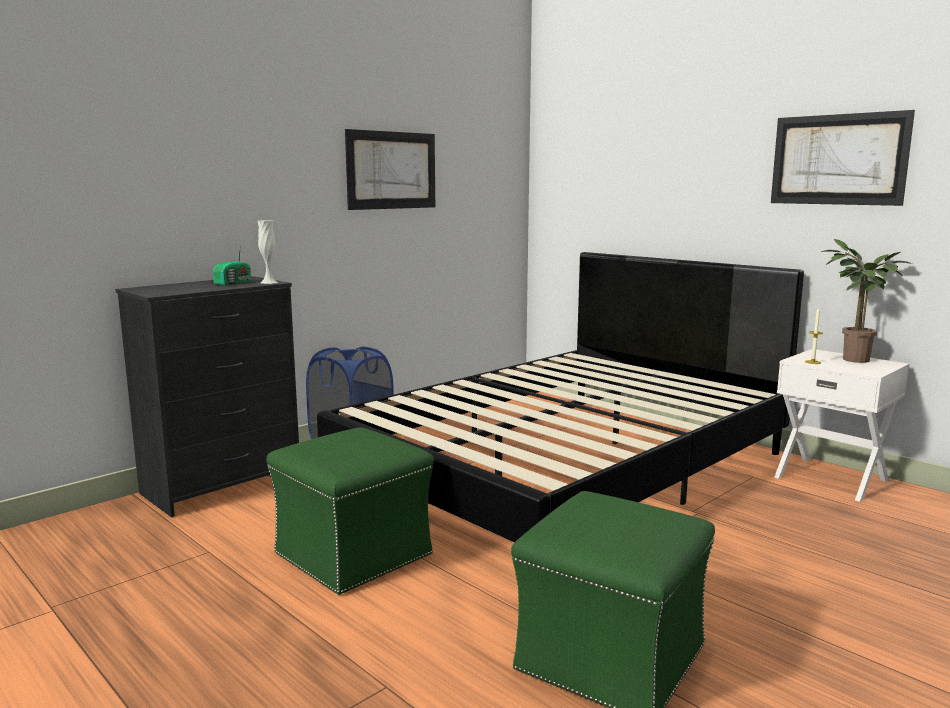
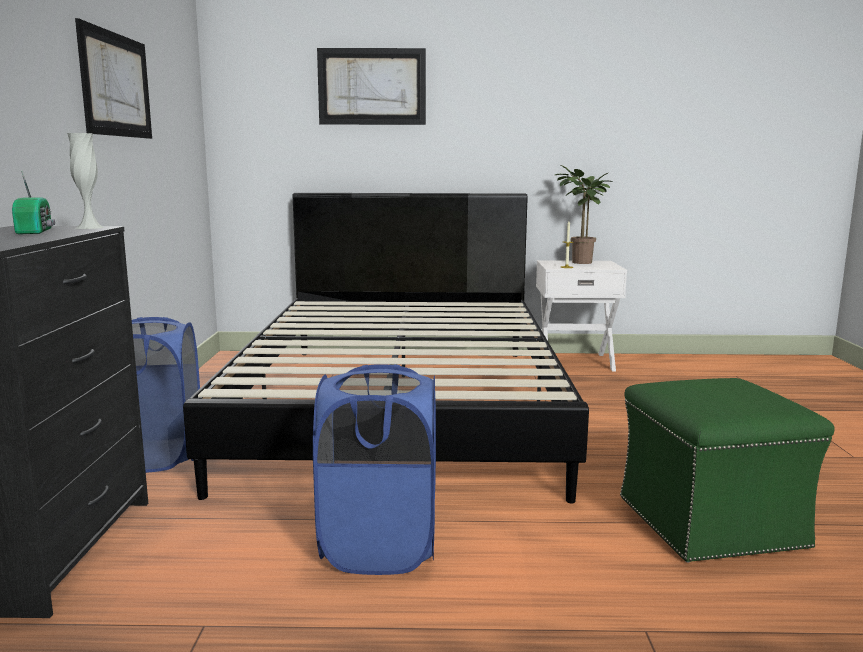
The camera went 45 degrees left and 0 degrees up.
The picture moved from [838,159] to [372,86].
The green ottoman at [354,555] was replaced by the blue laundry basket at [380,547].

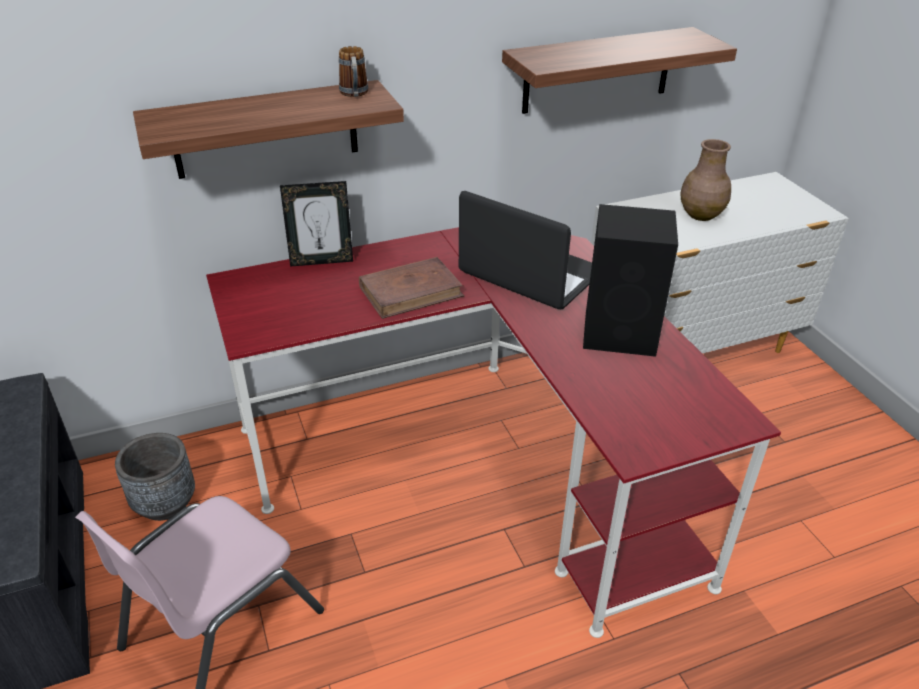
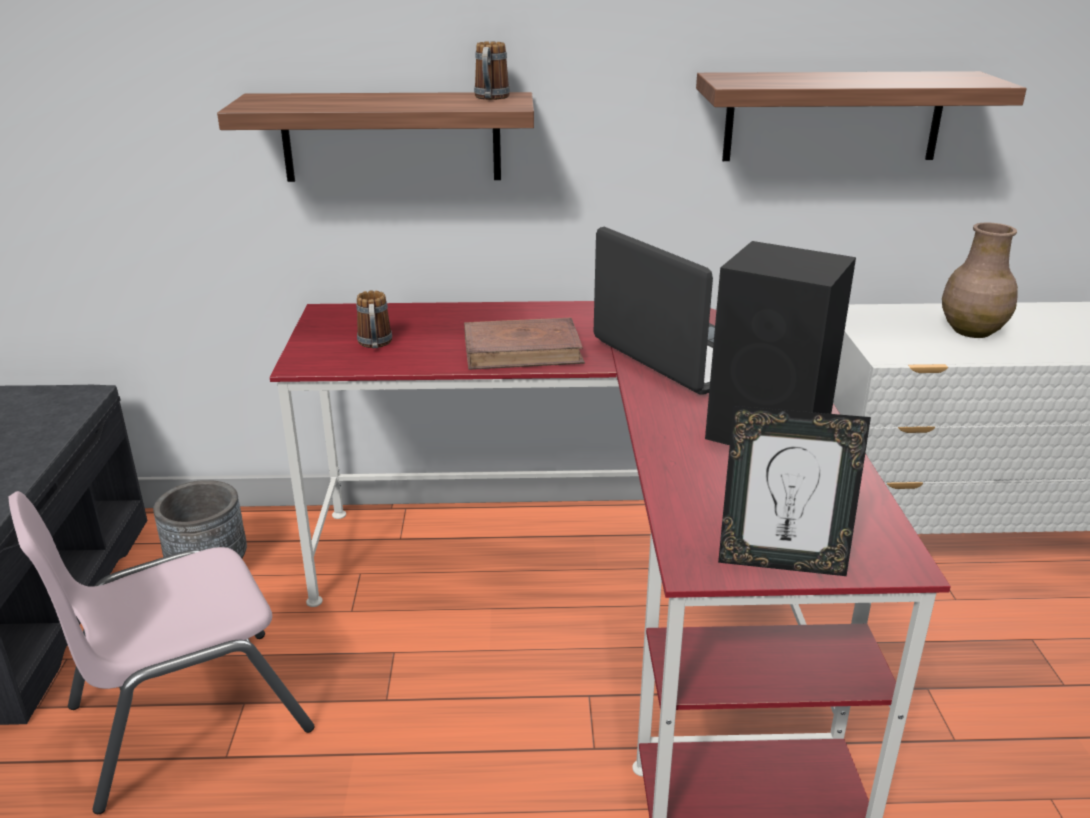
The camera went 20 degrees right and 10 degrees down.
The picture frame moved from [321,261] to [781,563].
The mug at [375,344] appeared.

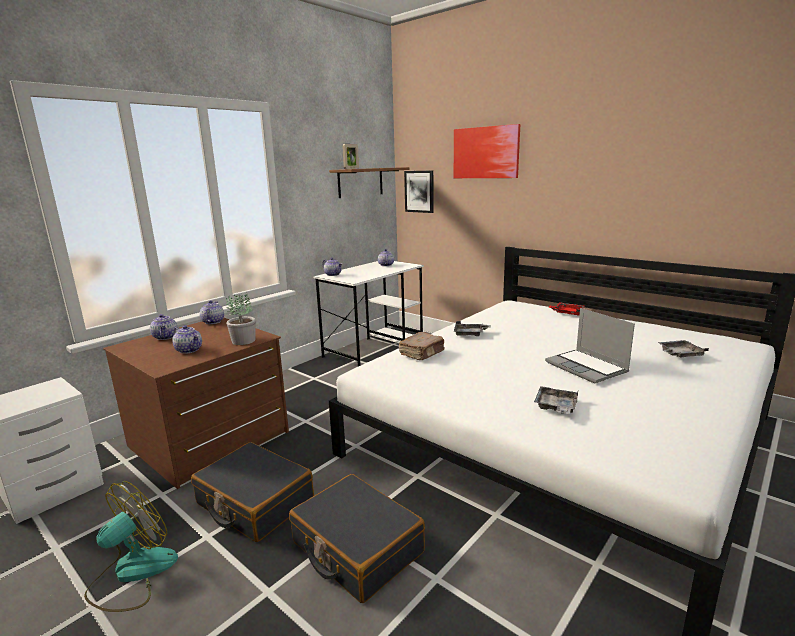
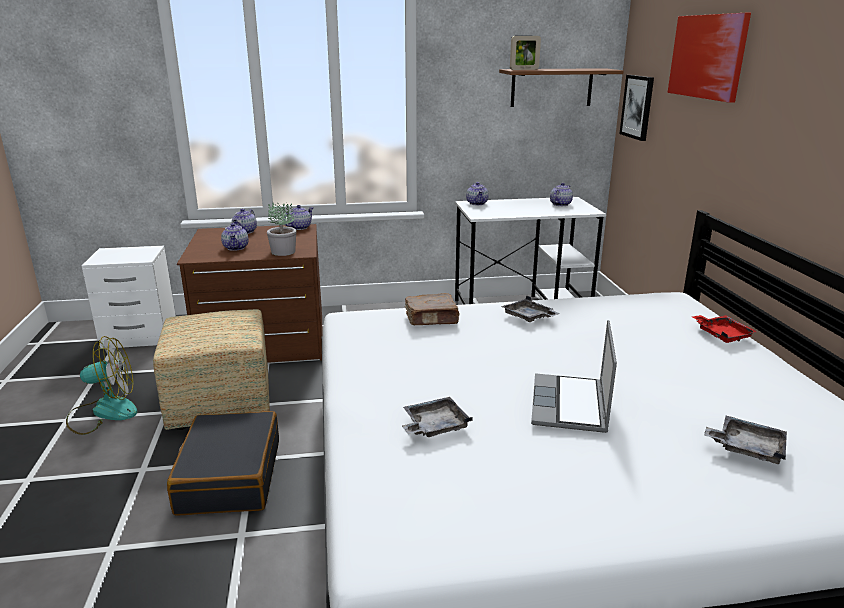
The camera went 40 degrees right and 5 degrees up.
The black suitcase at [254,502] was replaced by the ottoman at [221,404].

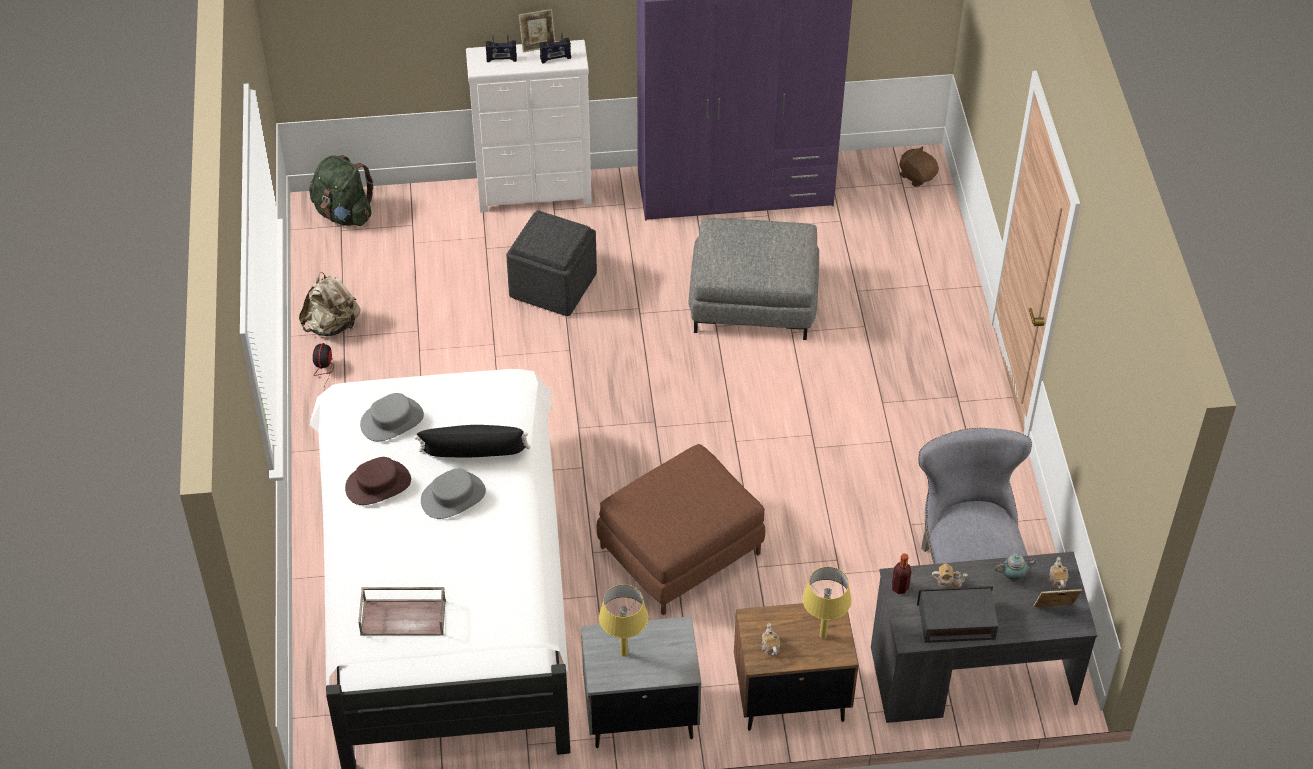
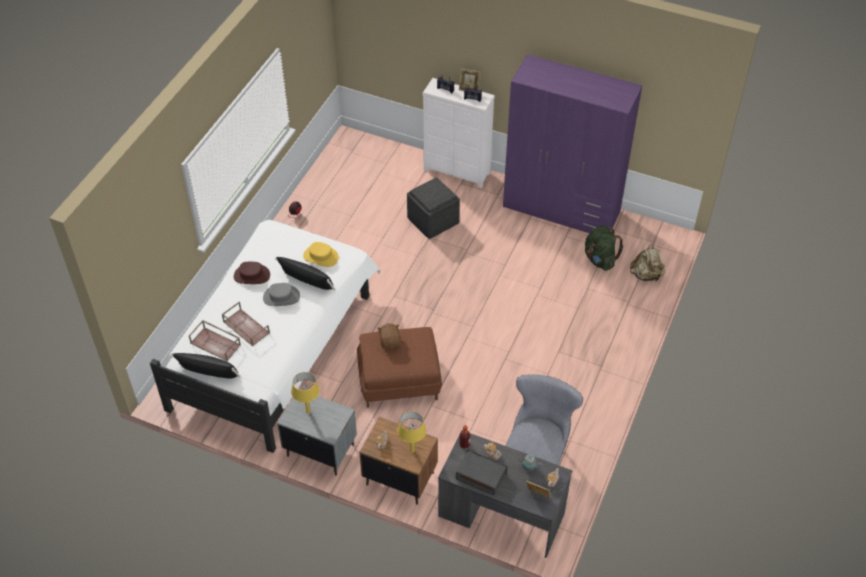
The camera went 30 degrees right and 0 degrees up.
The brown plush toy moved from [917,176] to [390,342].
The green backpack moved from [344,214] to [600,259].
The grey ottoman at [752,301] disappeared.
The beige backpack moved from [332,325] to [646,275].
The grey hat at [392,421] disappeared.
The yellow hat at [321,257] appeared.
The brown tray at [245,327] appeared.
The black pillow at [208,372] appeared.

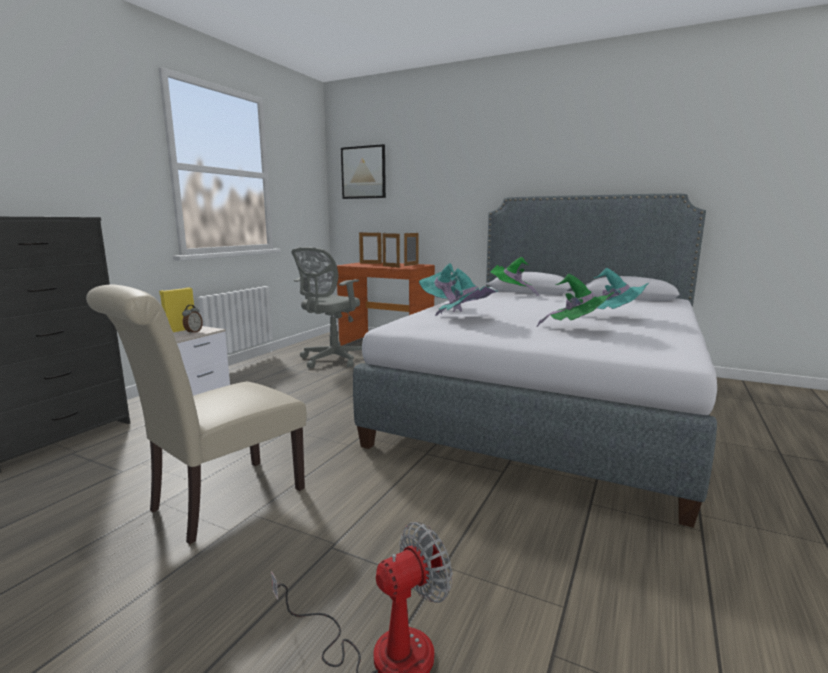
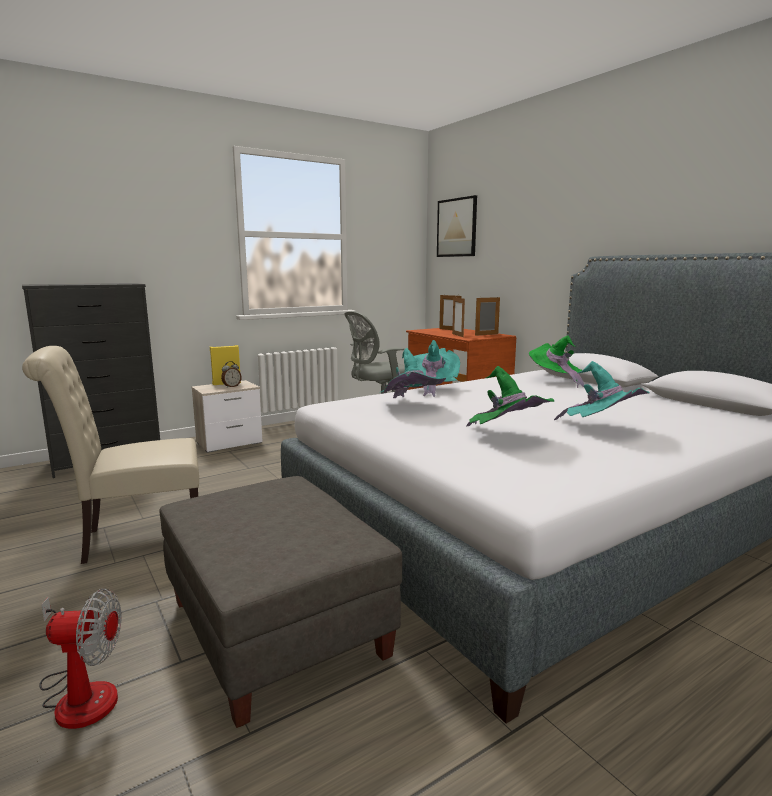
The camera went 30 degrees right and 0 degrees up.
The grey ottoman at [276,629] appeared.

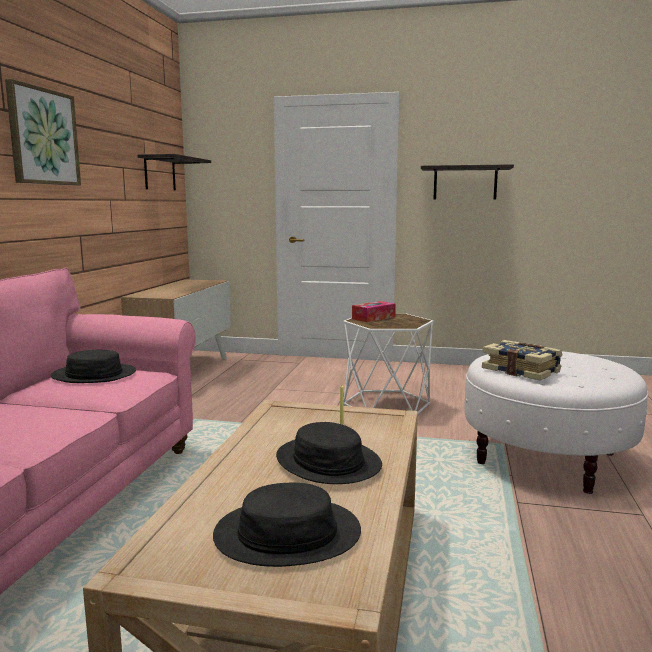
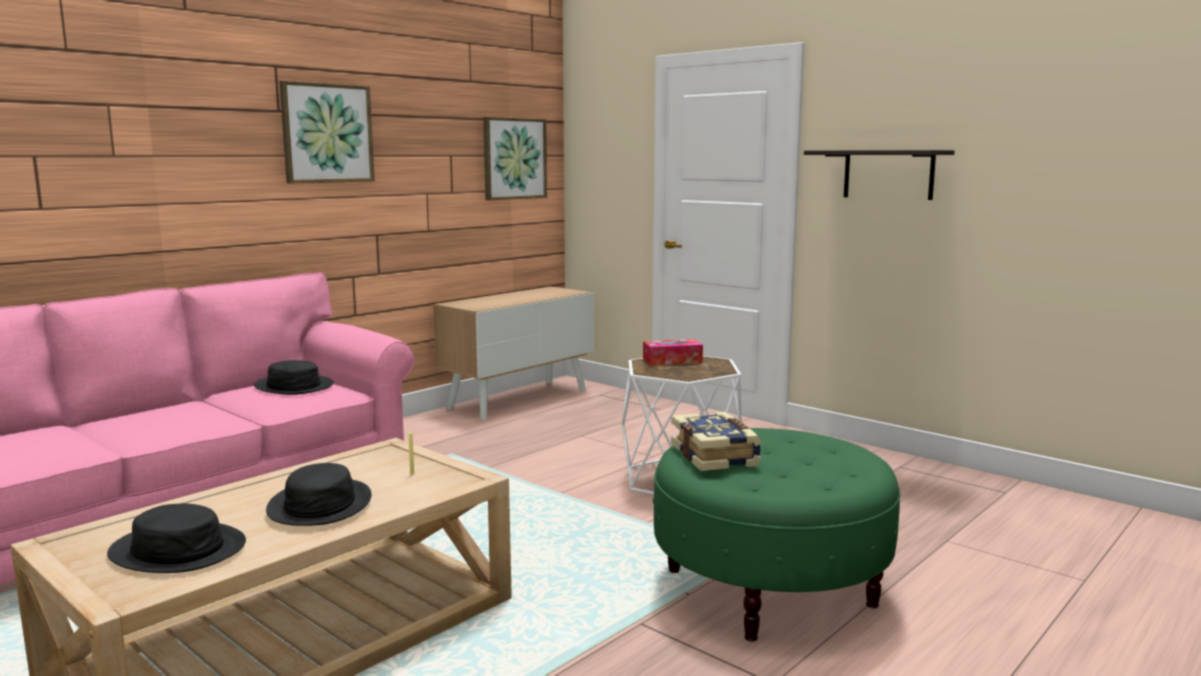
The camera went 30 degrees right and 0 degrees up.
The shelf at [160,173] was replaced by the picture at [514,158].
The white ottoman at [546,458] became the green ottoman at [770,588].

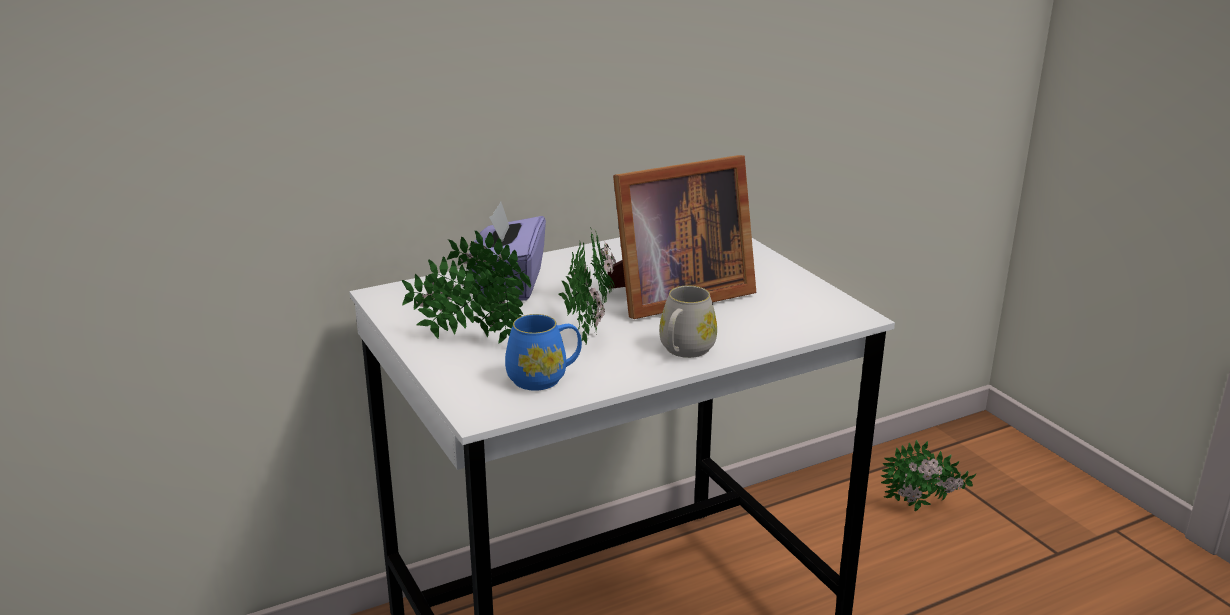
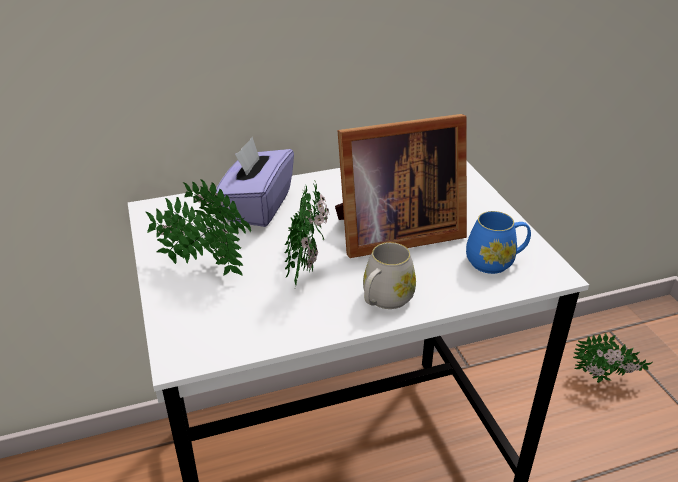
The camera went 10 degrees right and 10 degrees up.
The blue mug moved from [544,378] to [495,261].

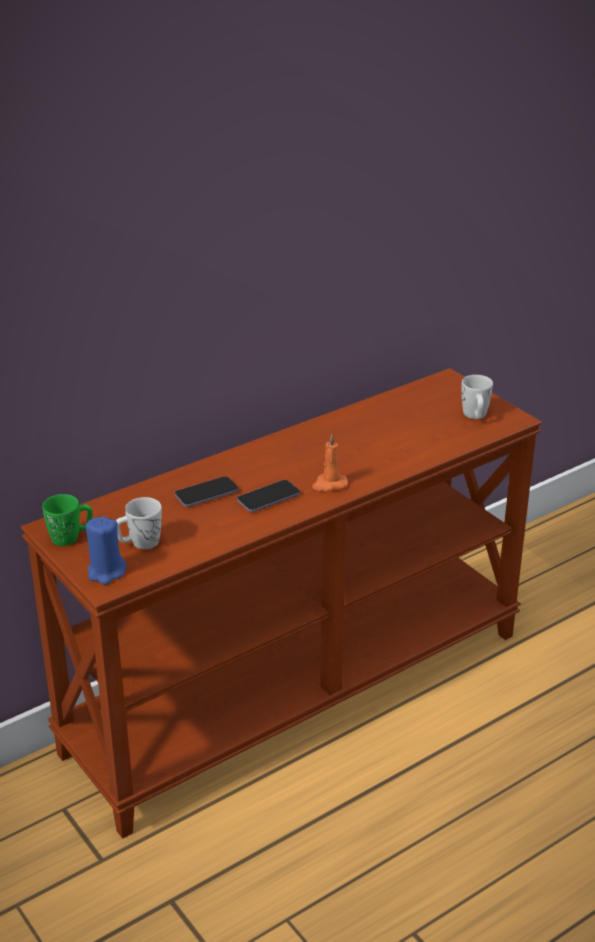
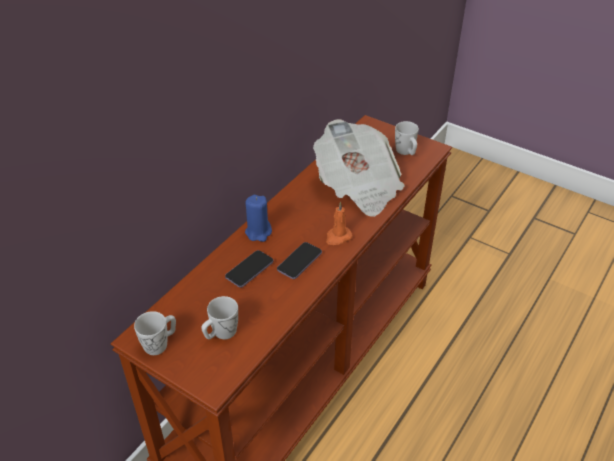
The camera went 20 degrees left and 10 degrees up.
The green mug at [70,537] became the white mug at [160,343].
The blue candle moved from [106,572] to [258,232].
The newspaper at [358,187] appeared.

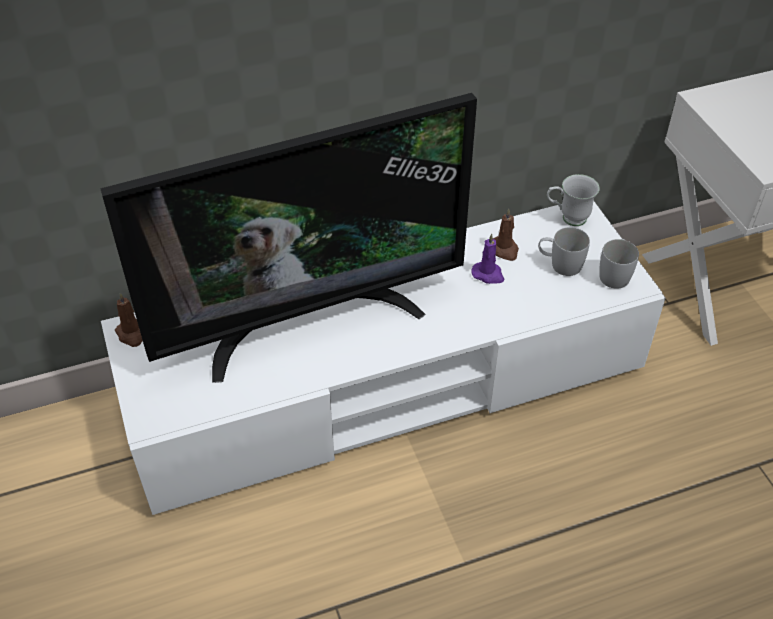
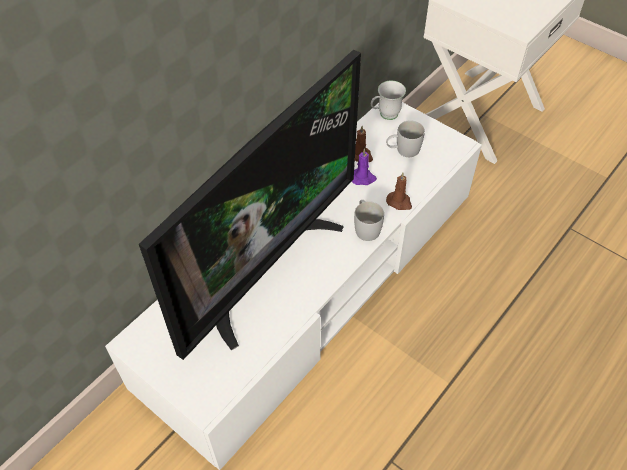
The camera went 30 degrees left and 5 degrees up.
The white mug moved from [615,273] to [366,227].
The brown candle moved from [132,334] to [399,202].

